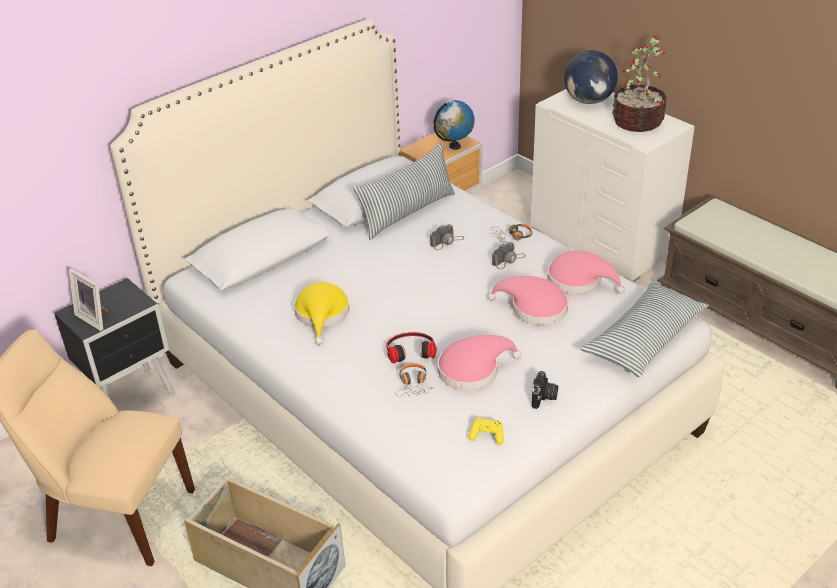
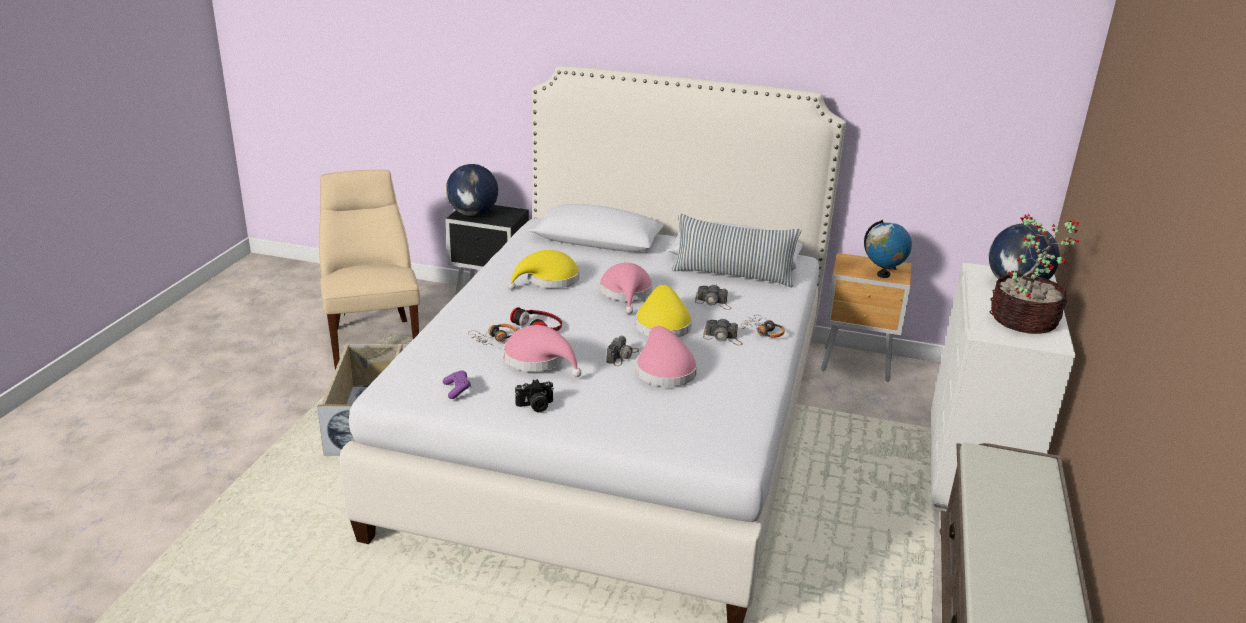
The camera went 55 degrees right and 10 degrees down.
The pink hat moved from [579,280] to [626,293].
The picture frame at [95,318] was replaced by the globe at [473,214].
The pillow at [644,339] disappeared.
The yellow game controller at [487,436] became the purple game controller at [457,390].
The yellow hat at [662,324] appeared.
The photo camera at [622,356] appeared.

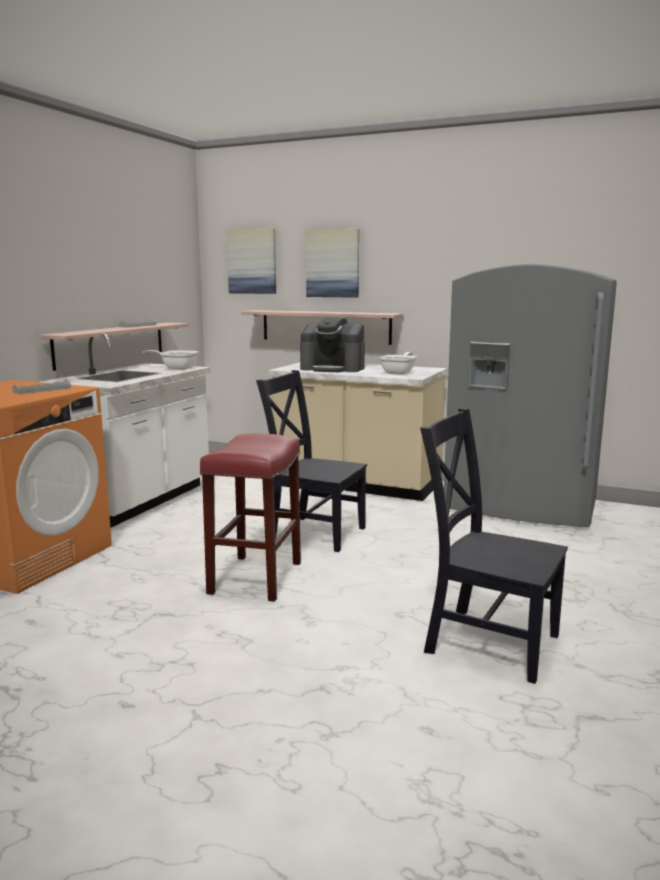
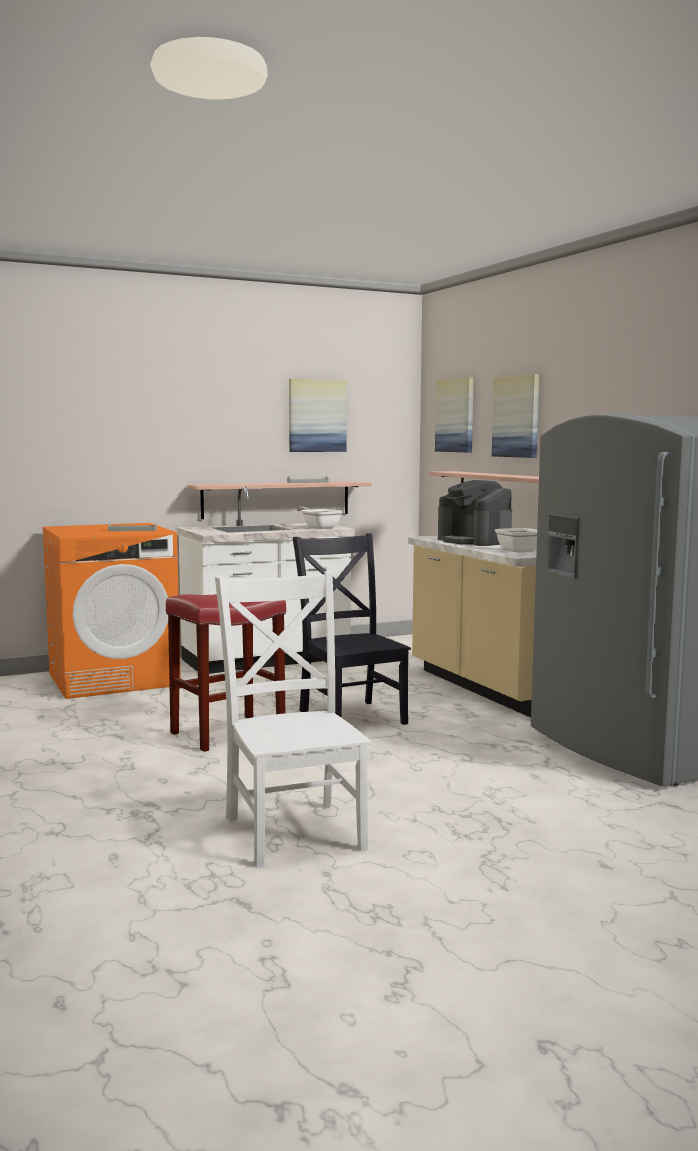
The camera went 40 degrees right and 5 degrees down.
The black chair at [486,641] became the white chair at [294,830].
The picture at [317,416] appeared.

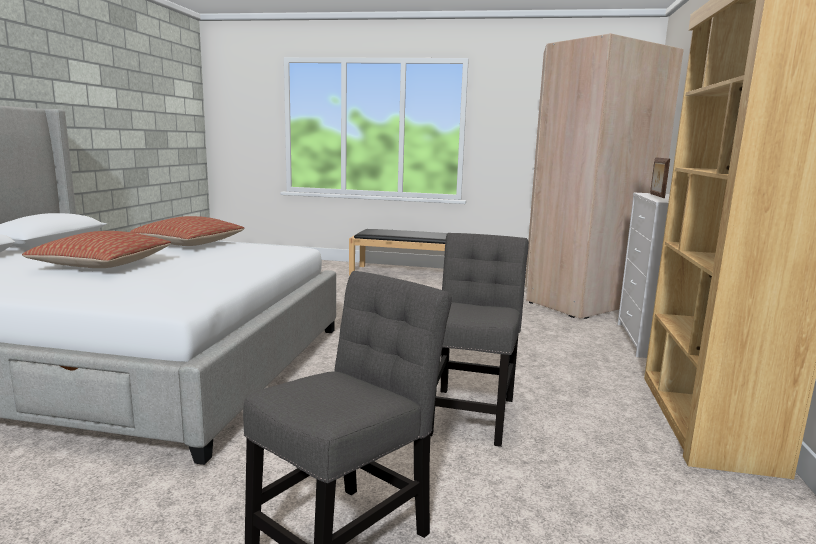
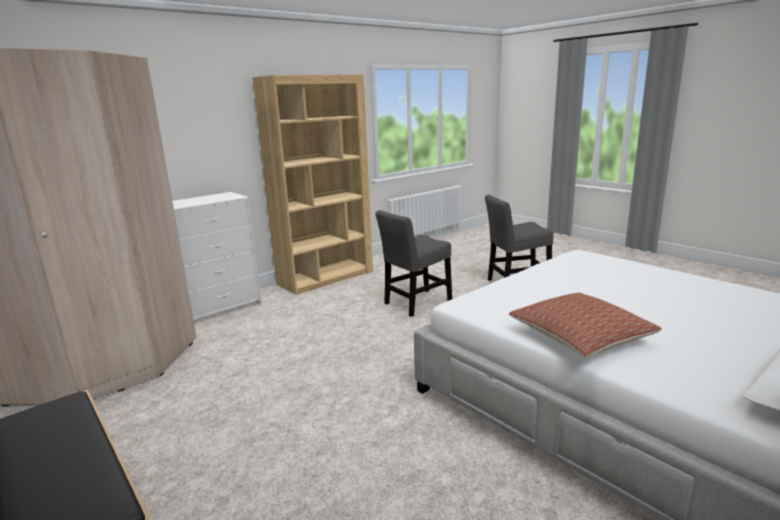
The camera went 140 degrees left and 5 degrees up.
The picture frame at [656,196] disappeared.
The pillow at [103,265] disappeared.

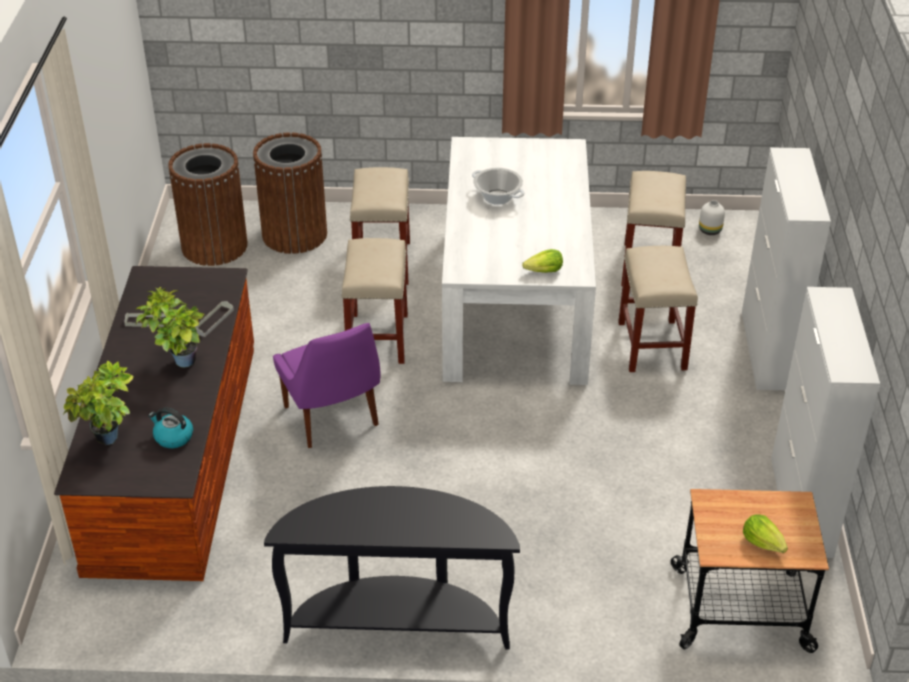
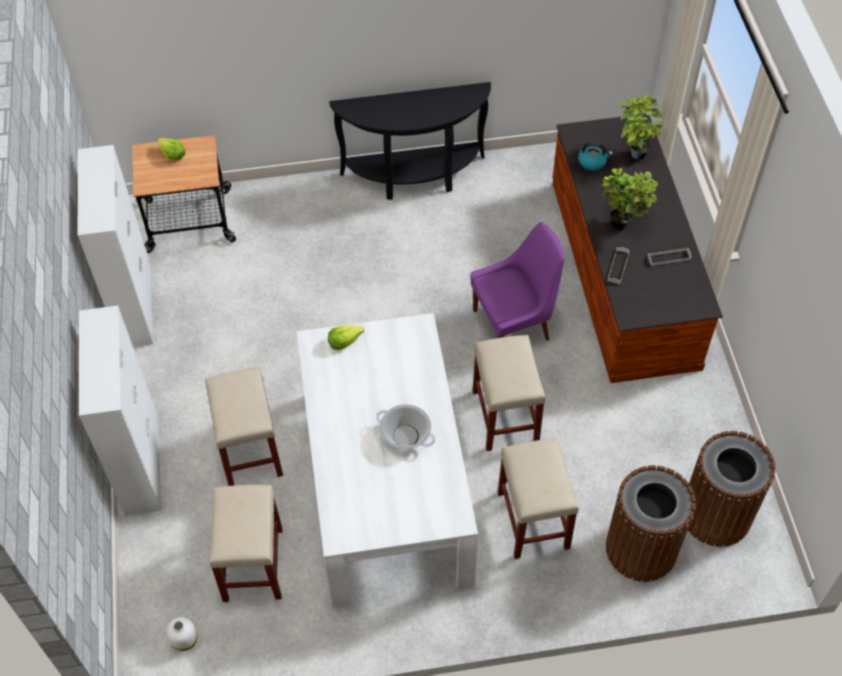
The camera went 170 degrees right and 15 degrees up.
The purple chair at [332,418] turned 105 degrees clockwise.

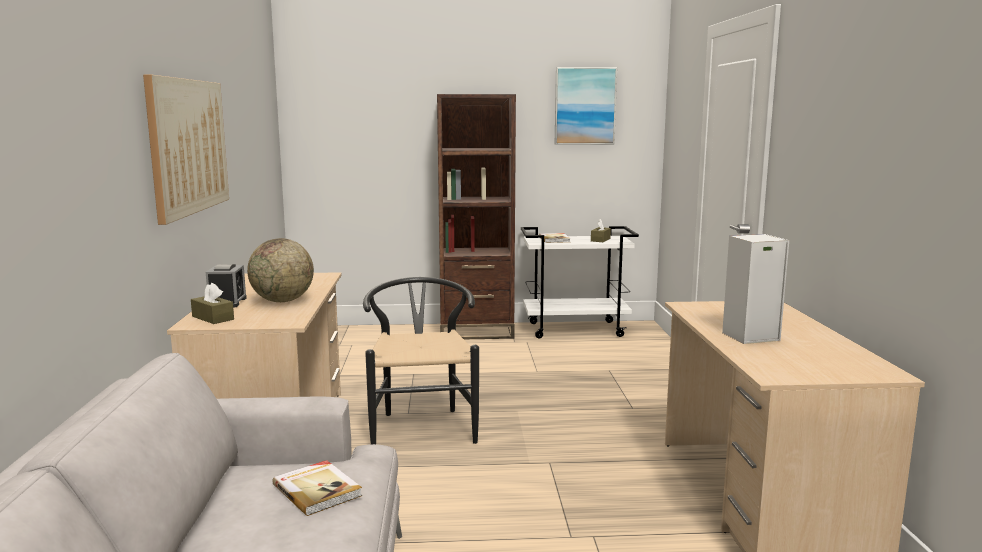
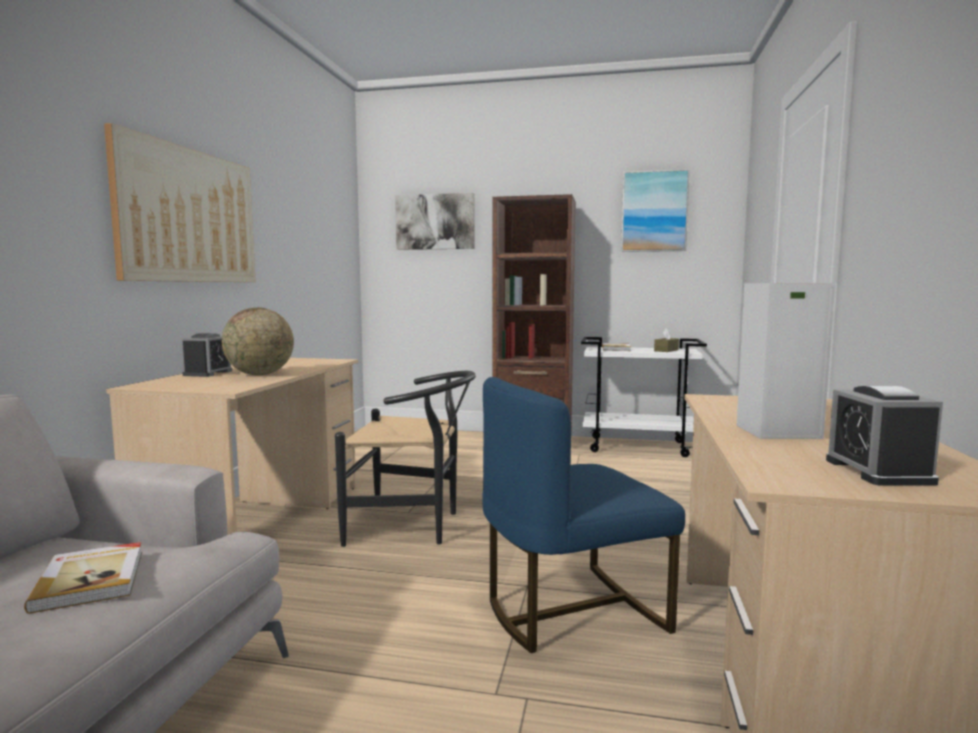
The camera went 15 degrees right and 5 degrees down.
The black chair at [422,425] turned 90 degrees clockwise.
The brown tissue box at [213,318] disappeared.
The picture at [435,222] appeared.
The blue chair at [571,610] appeared.
The alarm clock at [878,471] appeared.

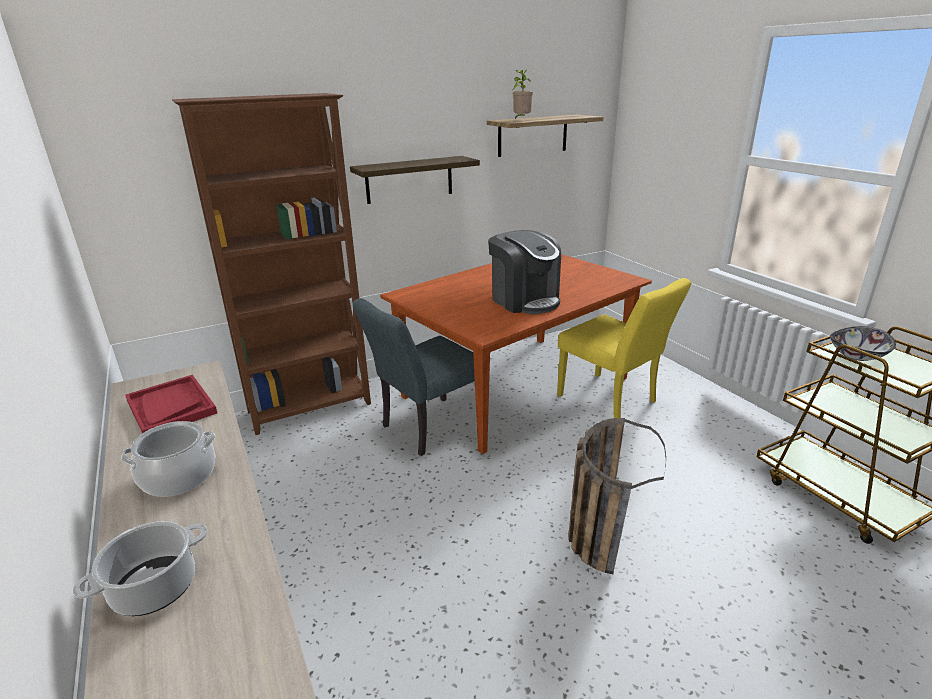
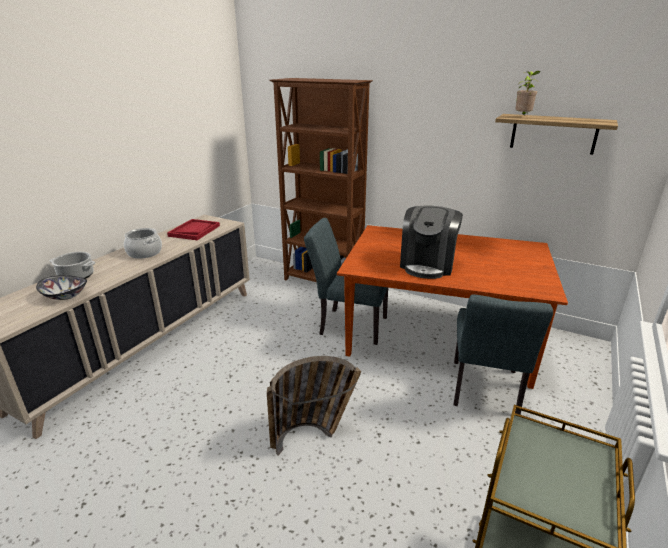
The camera went 55 degrees right and 0 degrees up.
The shelf at [409,179] disappeared.
The yellow chair at [612,401] became the grey chair at [484,392].
The bowl moved from [858,356] to [65,296].

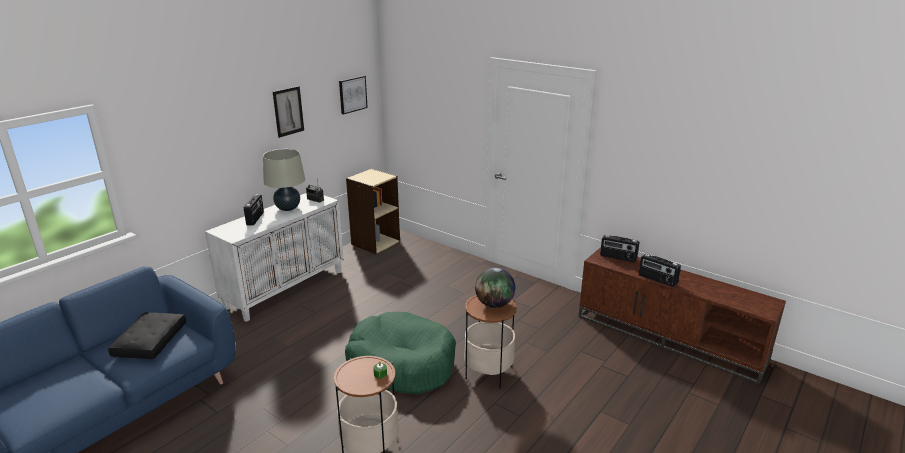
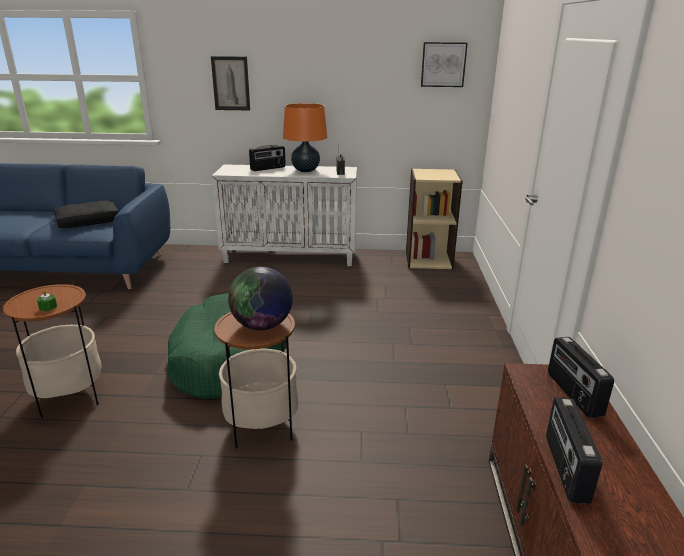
The camera went 55 degrees right and 0 degrees up.
The picture moved from [288,111] to [231,83].
The beige table lamp at [288,208] became the orange table lamp at [305,170].

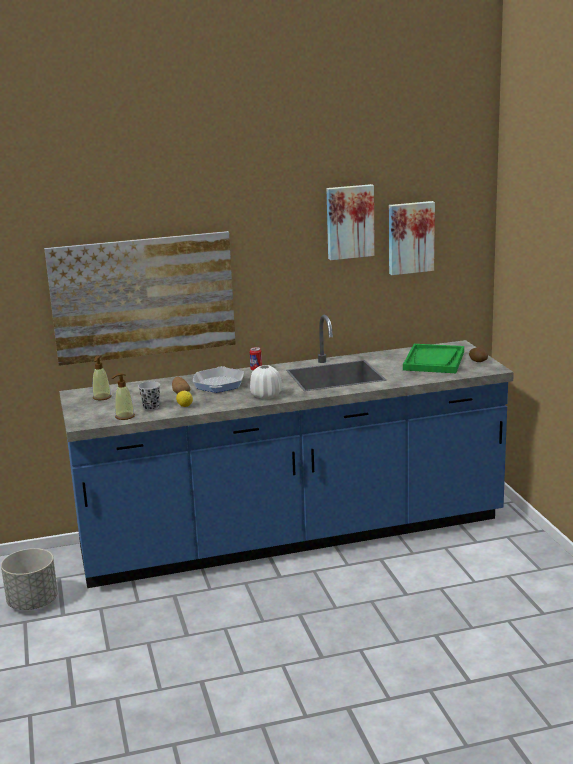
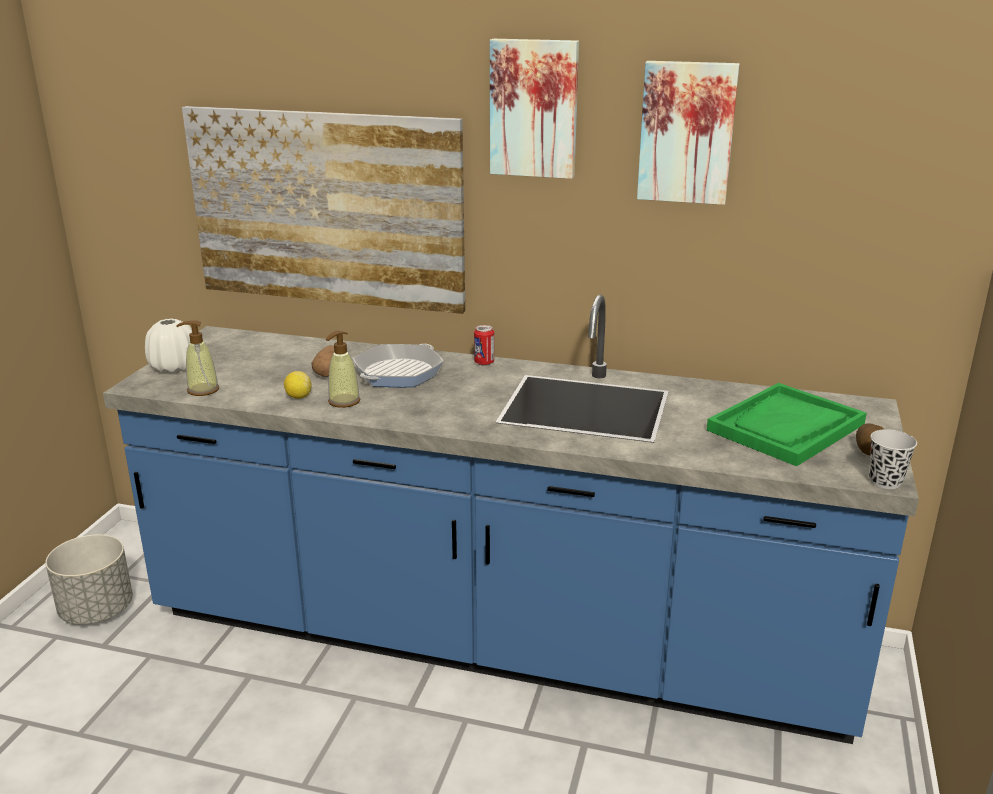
The camera went 30 degrees right and 5 degrees up.
The picture moved from [410,237] to [534,108].
The soap dispenser moved from [102,397] to [344,401].
The white vase moved from [266,396] to [174,367].
The black cup moved from [151,408] to [885,481].

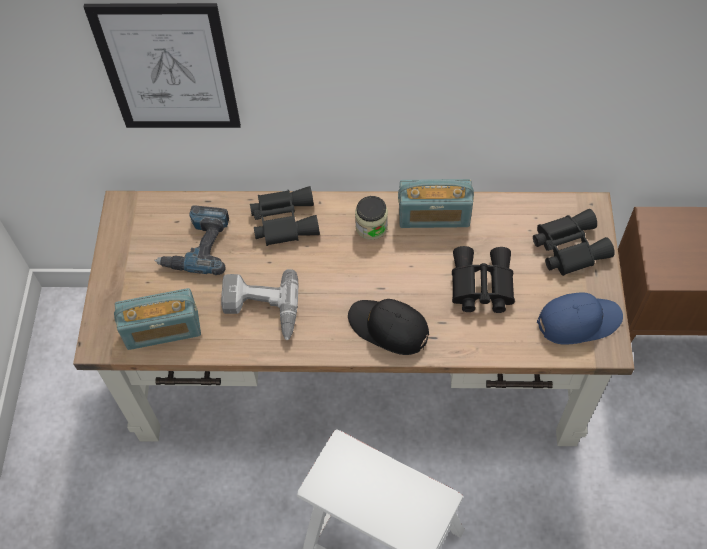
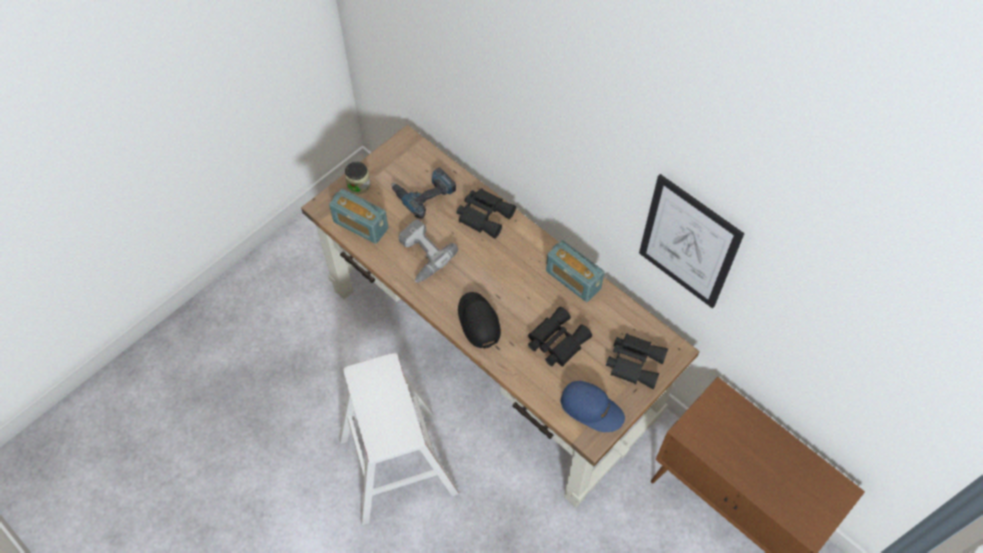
The camera went 40 degrees right and 0 degrees up.
The picture moved from [168,68] to [688,243].
The jar moved from [371,227] to [359,185].

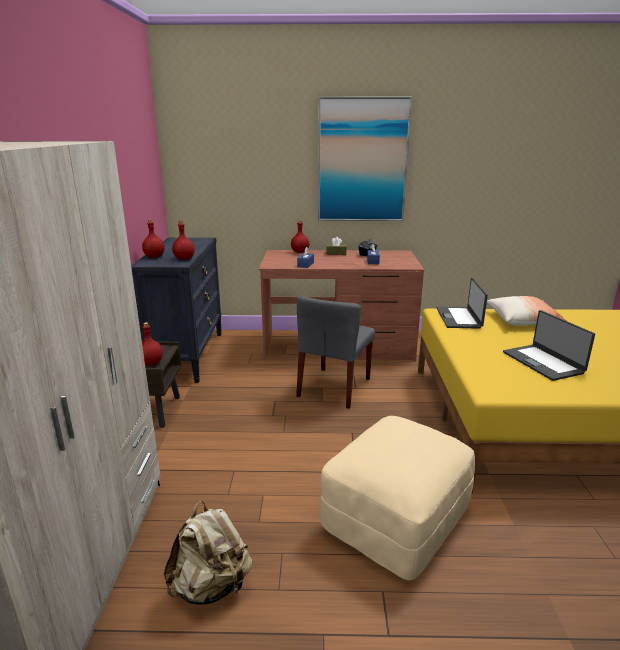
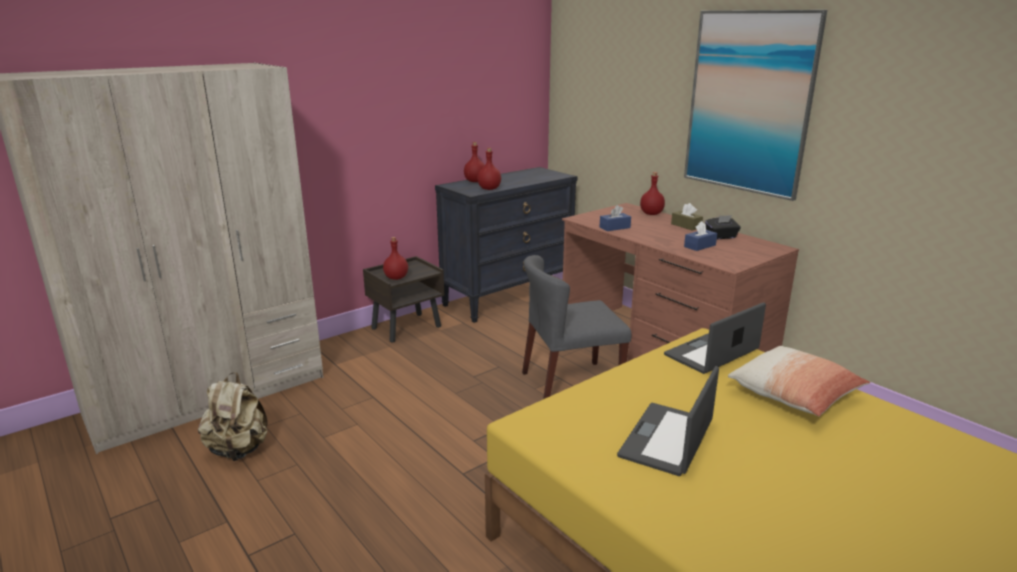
The camera went 50 degrees right and 0 degrees up.
The beige ottoman at [395,518] disappeared.

